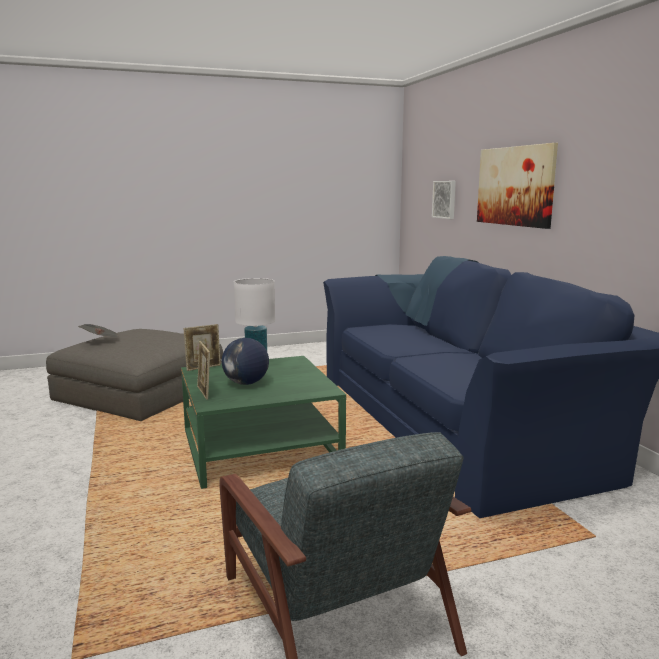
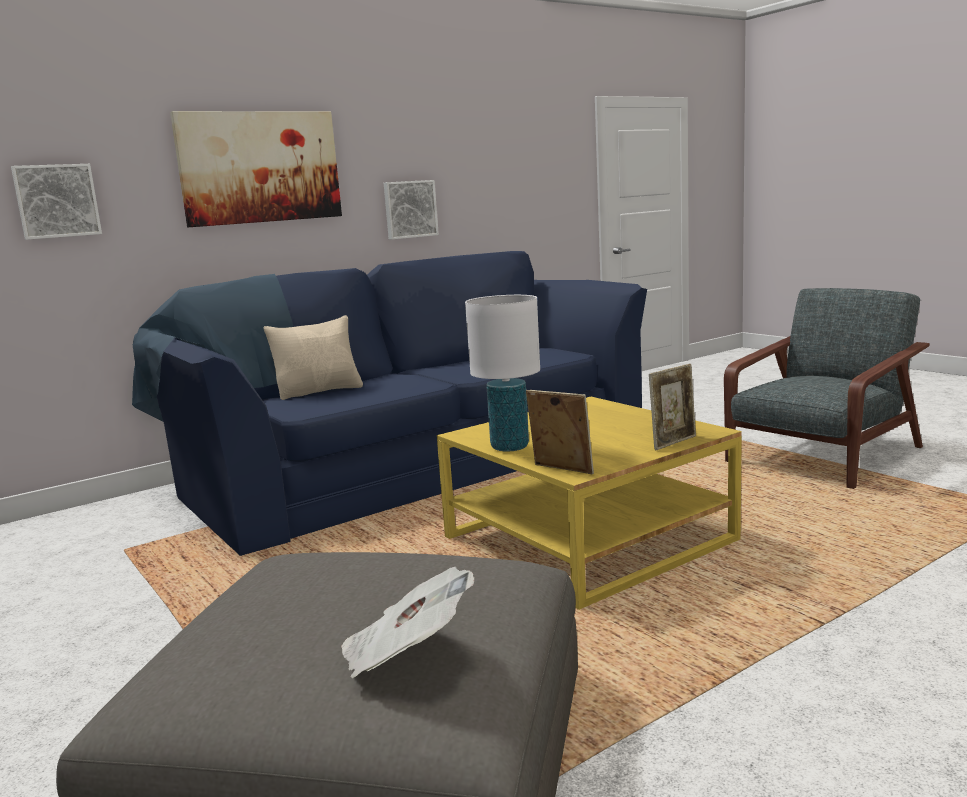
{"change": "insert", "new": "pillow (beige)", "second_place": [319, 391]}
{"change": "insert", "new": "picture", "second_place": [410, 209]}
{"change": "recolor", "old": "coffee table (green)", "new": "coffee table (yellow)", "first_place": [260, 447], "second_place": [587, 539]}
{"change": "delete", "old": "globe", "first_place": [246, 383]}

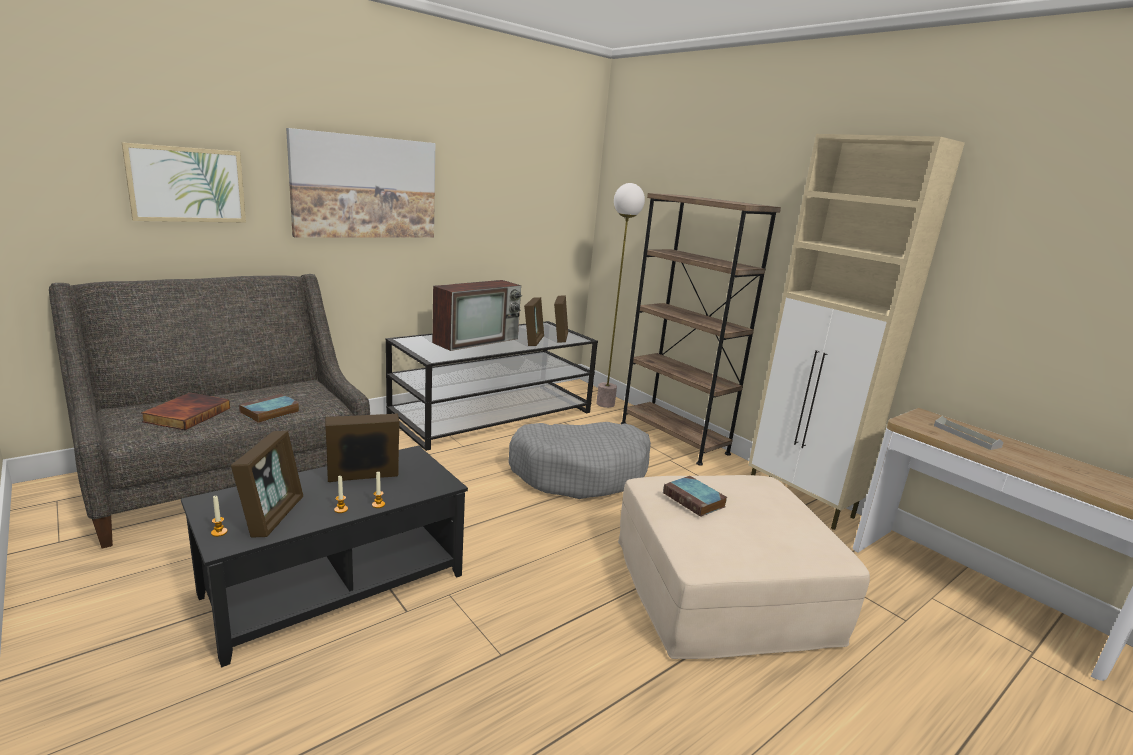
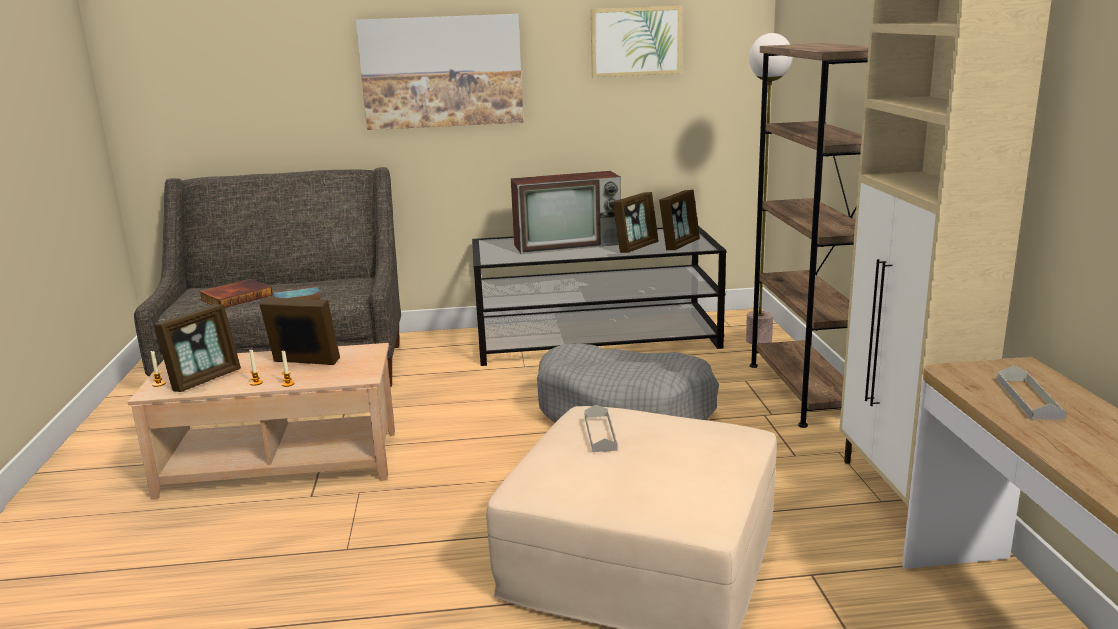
{"change": "recolor", "old": "coffee table (black)", "new": "coffee table (beige)", "first_place": [335, 582], "second_place": [282, 462]}
{"change": "replace", "old": "book", "new": "tray (grey)", "first_place": [695, 500], "second_place": [600, 433]}
{"change": "move", "old": "picture", "first_place": [187, 184], "second_place": [635, 41]}

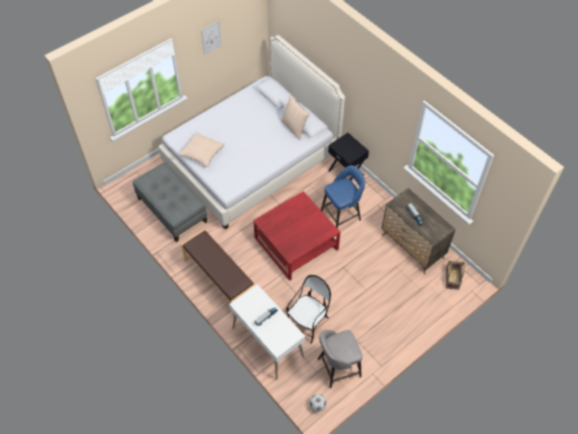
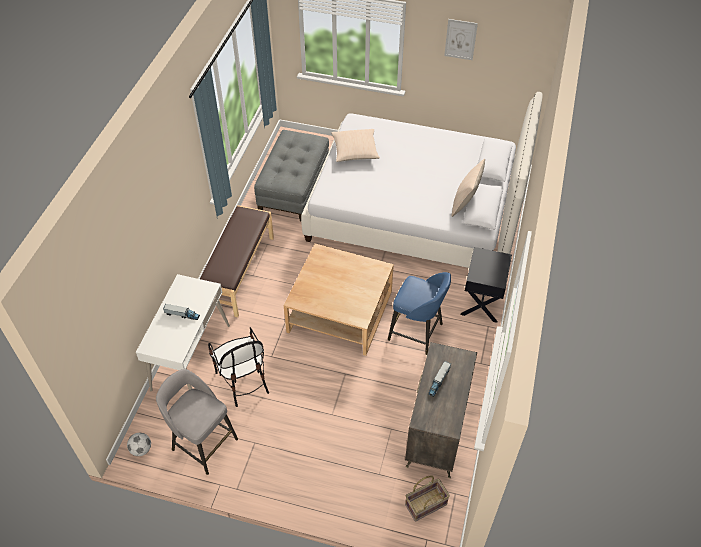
{"change": "rotate", "old": "chair", "first_place": [308, 323], "second_place": [243, 381], "degrees": 60}
{"change": "recolor", "old": "coffee table (red)", "new": "coffee table (beige)", "first_place": [296, 243], "second_place": [340, 311]}

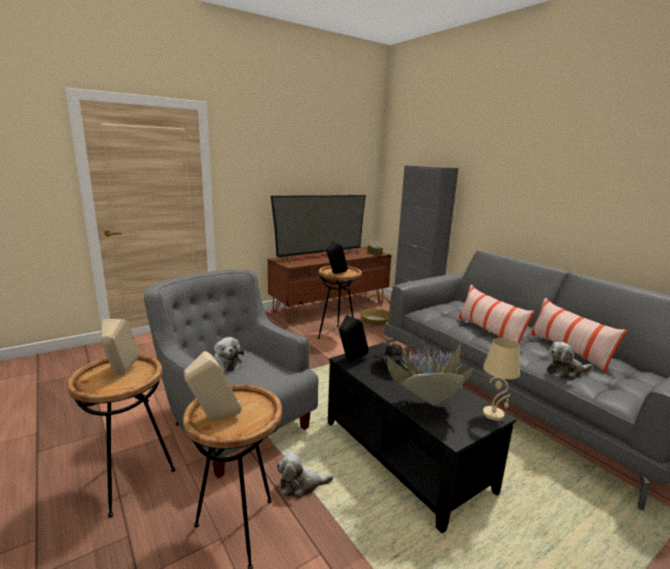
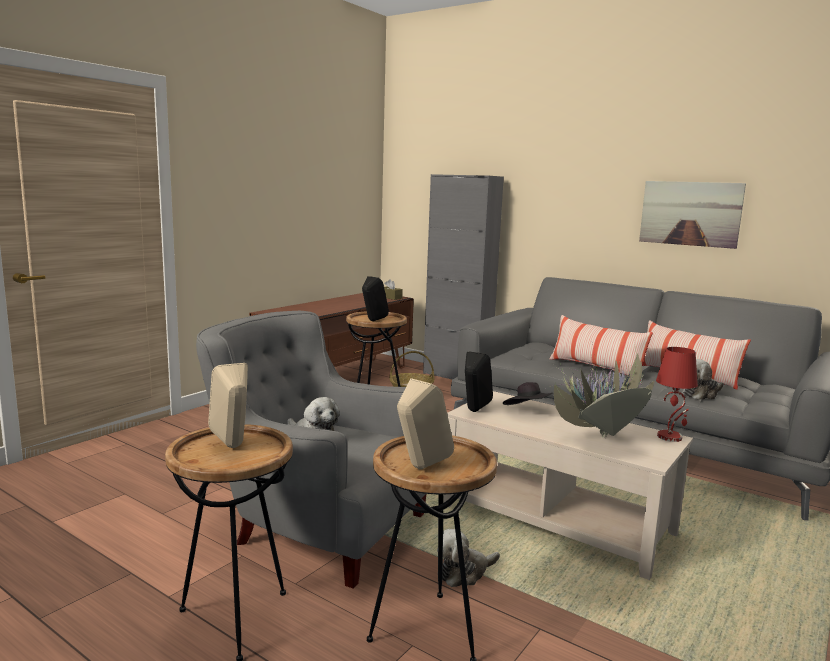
{"change": "recolor", "old": "coffee table (black)", "new": "coffee table (beige)", "first_place": [404, 455], "second_place": [557, 520]}
{"change": "insert", "new": "picture", "second_place": [690, 213]}
{"change": "recolor", "old": "table lamp (beige)", "new": "table lamp (red)", "first_place": [494, 414], "second_place": [670, 437]}
{"change": "delete", "old": "television", "first_place": [320, 255]}

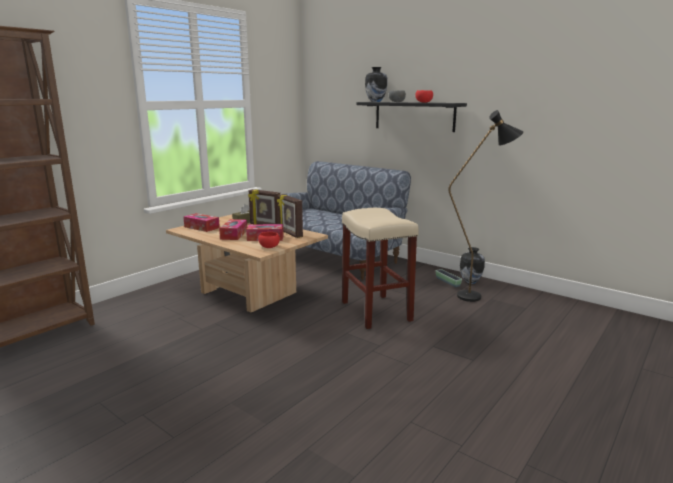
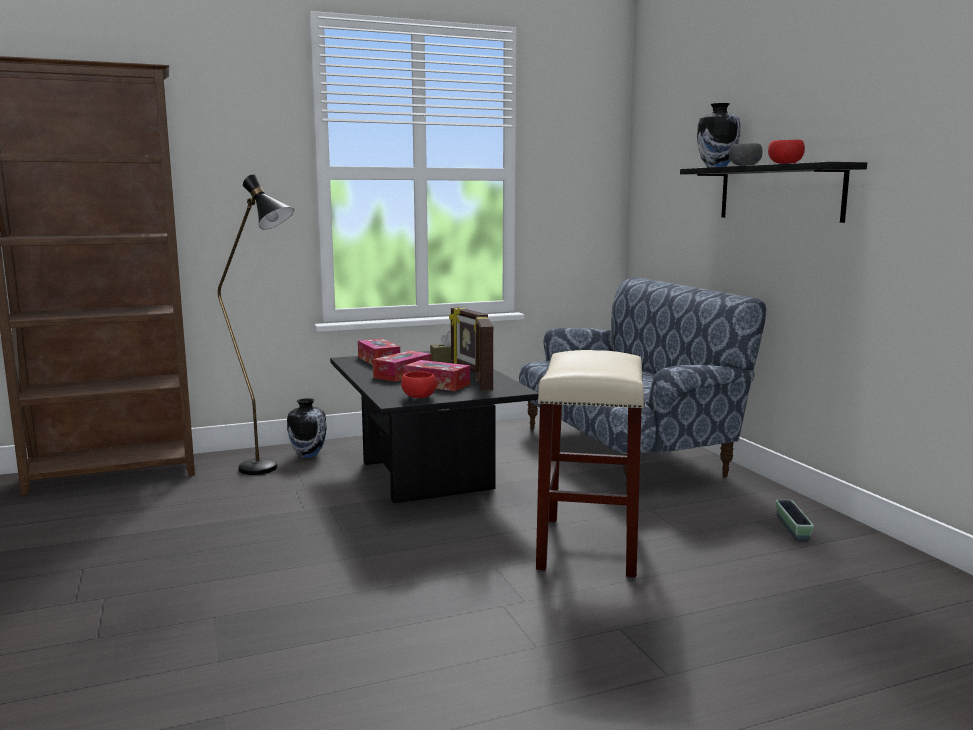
{"change": "move", "old": "floor lamp (black)", "first_place": [478, 296], "second_place": [269, 470]}
{"change": "move", "old": "vase", "first_place": [470, 282], "second_place": [308, 455]}
{"change": "recolor", "old": "coffee table (beige)", "new": "coffee table (black)", "first_place": [248, 292], "second_place": [426, 475]}

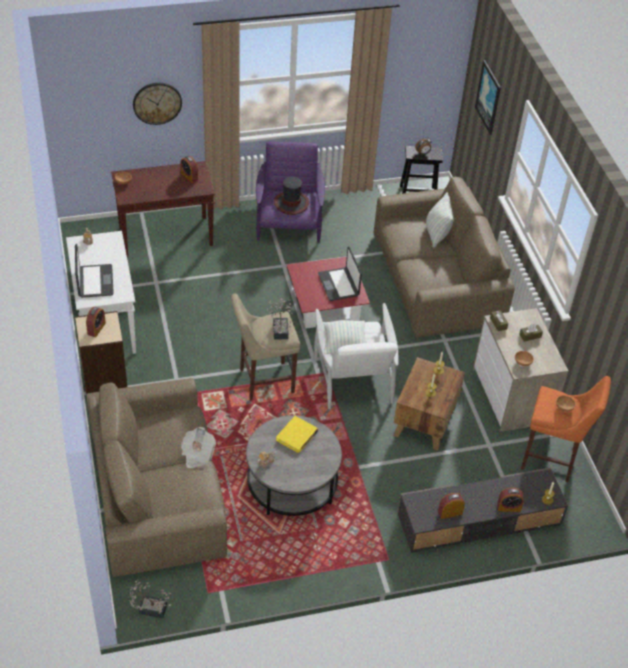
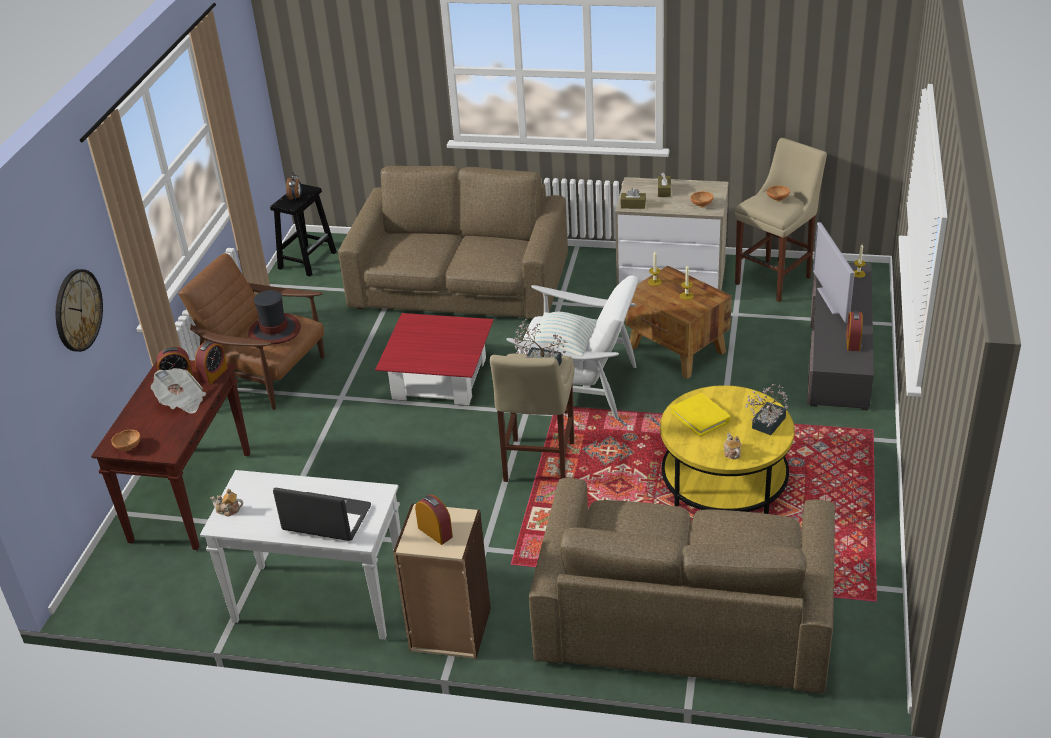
{"change": "move", "old": "newspaper", "first_place": [197, 454], "second_place": [181, 401]}
{"change": "recolor", "old": "armchair (purple)", "new": "armchair (brown)", "first_place": [289, 223], "second_place": [266, 374]}
{"change": "move", "old": "alarm clock", "first_place": [508, 507], "second_place": [213, 374]}
{"change": "recolor", "old": "coffee table (grey)", "new": "coffee table (yellow)", "first_place": [292, 483], "second_place": [724, 480]}
{"change": "recolor", "old": "stool (orange)", "new": "stool (beige)", "first_place": [551, 460], "second_place": [776, 279]}
{"change": "move", "old": "potted plant", "first_place": [149, 608], "second_place": [766, 425]}
{"change": "insert", "new": "television", "second_place": [833, 300]}
{"change": "delete", "old": "laptop", "first_place": [339, 284]}
{"change": "delete", "old": "pillow", "first_place": [437, 234]}
{"change": "delete", "old": "picture", "first_place": [489, 97]}

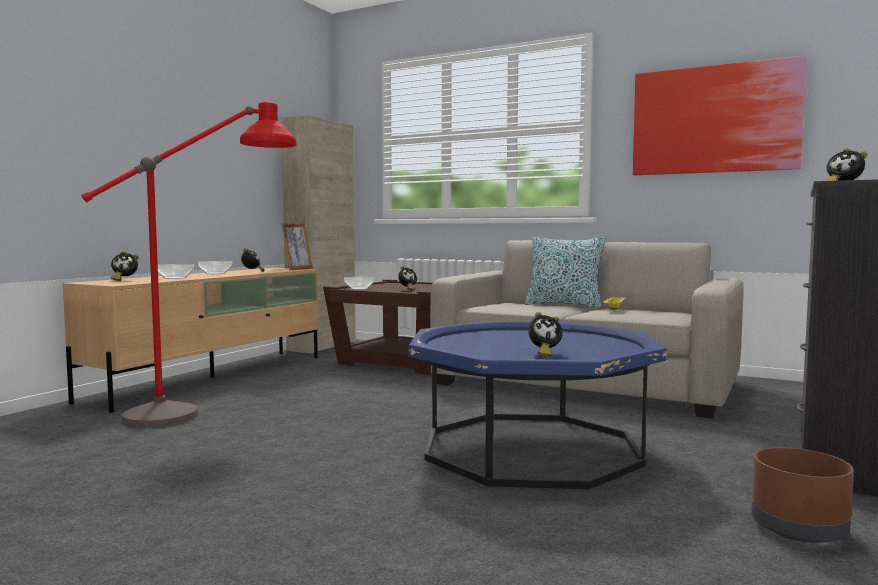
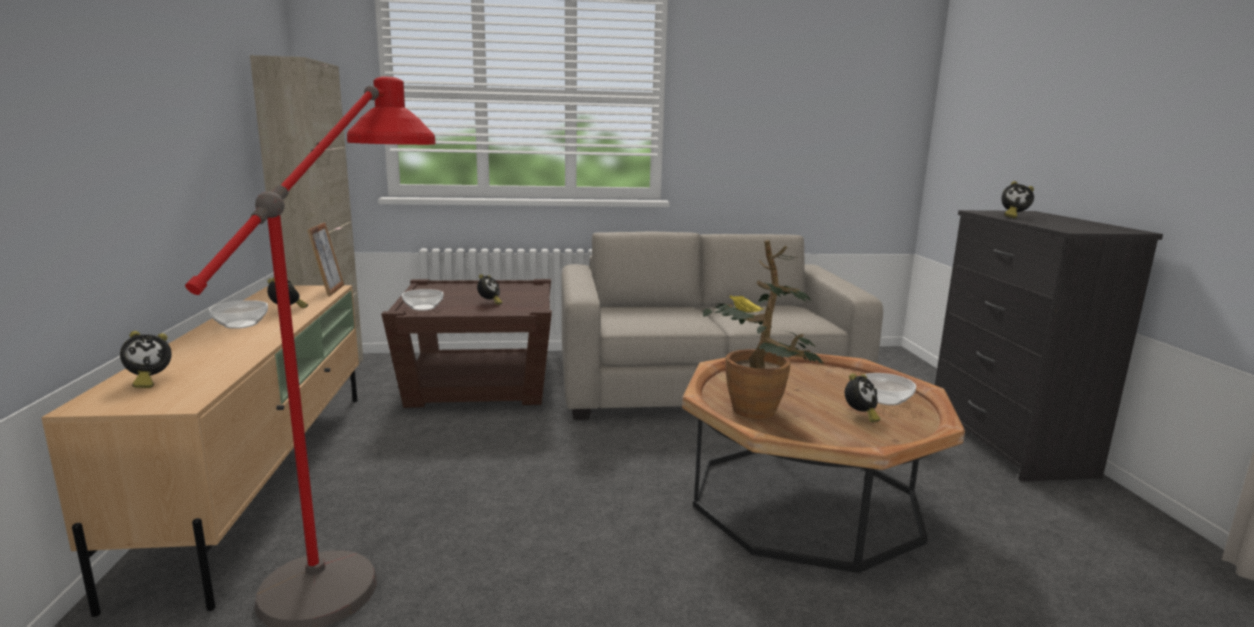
{"change": "recolor", "old": "coffee table (blue)", "new": "coffee table (brown)", "first_place": [531, 448], "second_place": [805, 500]}
{"change": "insert", "new": "potted plant", "second_place": [757, 415]}
{"change": "move", "old": "bowl", "first_place": [175, 278], "second_place": [886, 400]}
{"change": "delete", "old": "pillow", "first_place": [564, 305]}
{"change": "delete", "old": "picture", "first_place": [714, 119]}
{"change": "delete", "old": "planter (brown)", "first_place": [799, 530]}

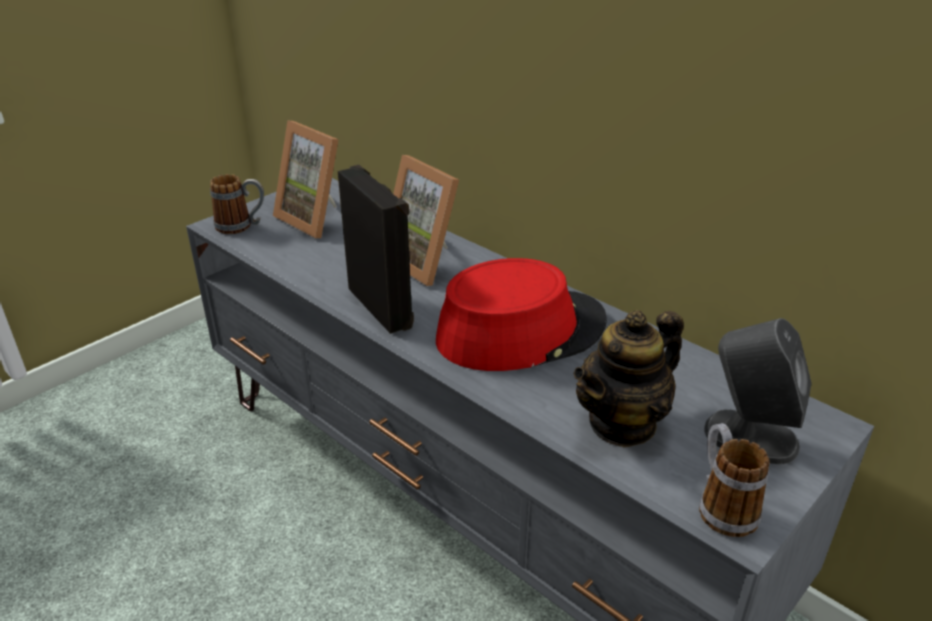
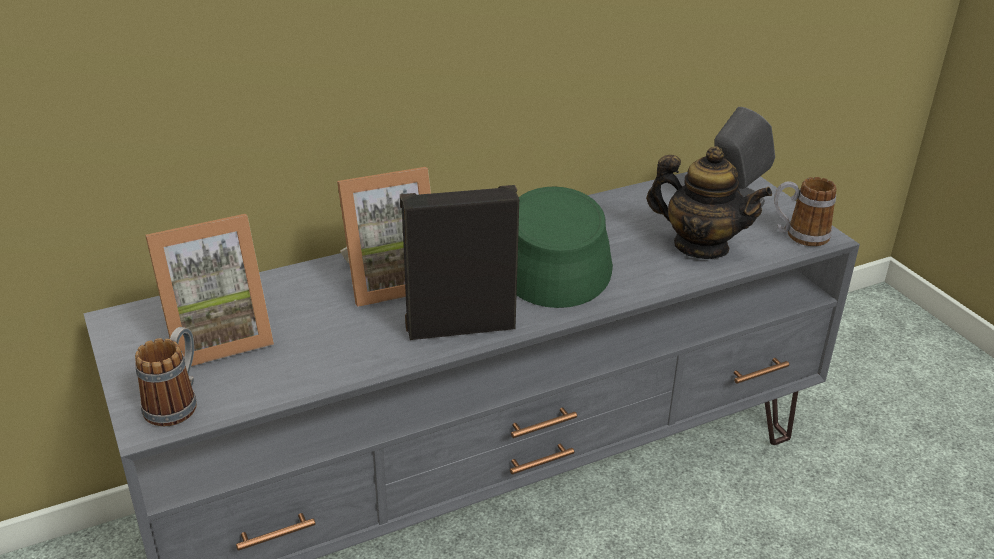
{"change": "recolor", "old": "hat (red)", "new": "hat (green)", "first_place": [520, 331], "second_place": [552, 258]}
{"change": "rotate", "old": "teapot", "first_place": [622, 423], "second_place": [700, 246], "degrees": -45}

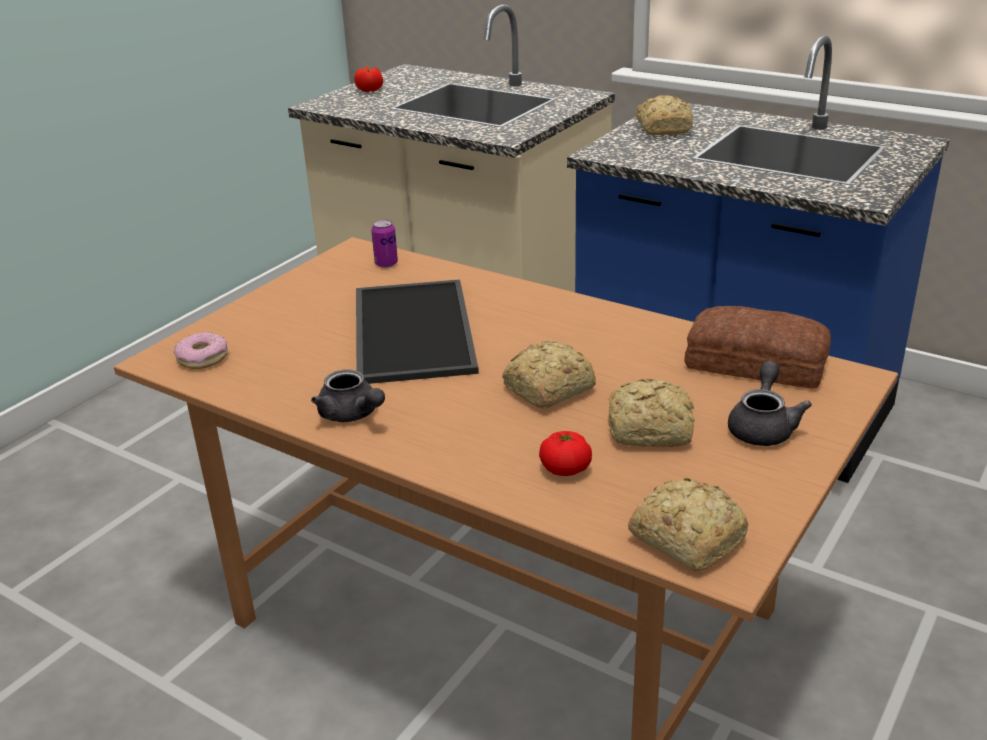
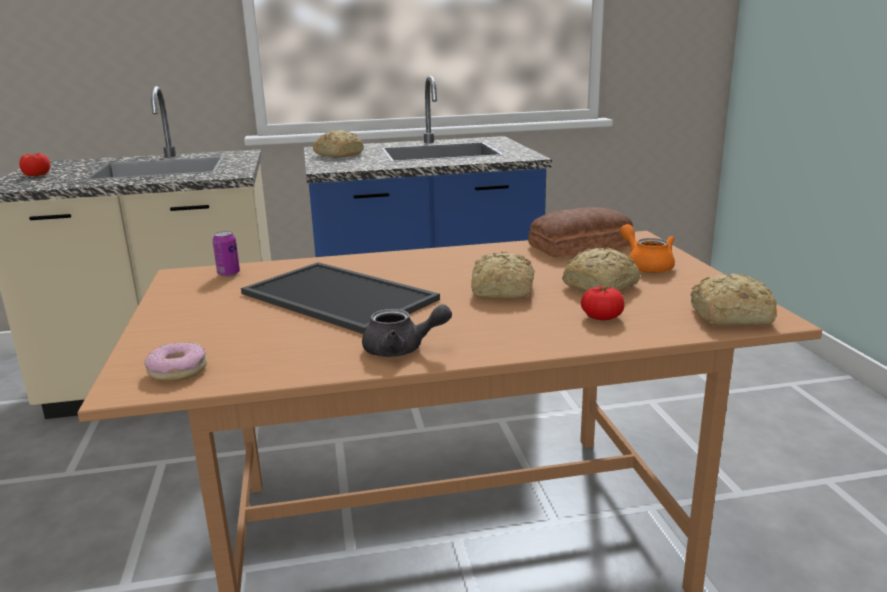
{"change": "recolor", "old": "teapot (grey)", "new": "teapot (orange)", "first_place": [763, 426], "second_place": [646, 266]}

